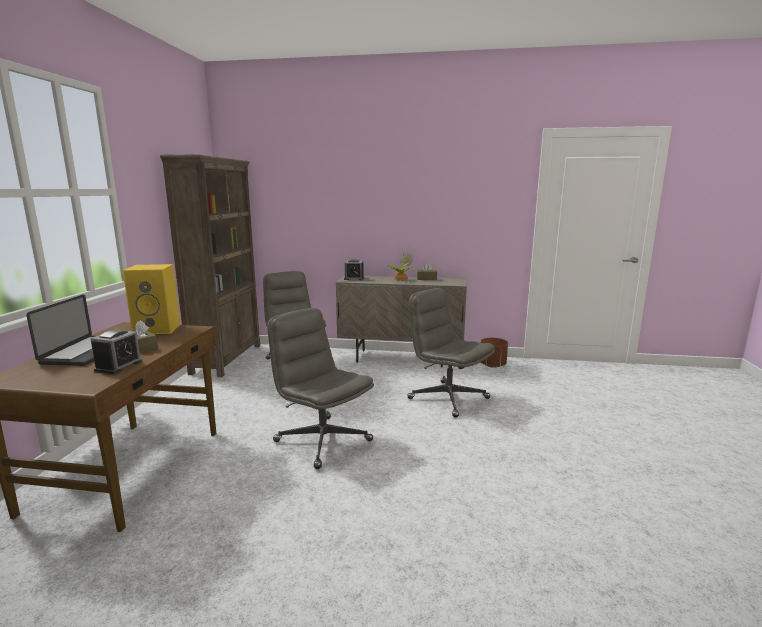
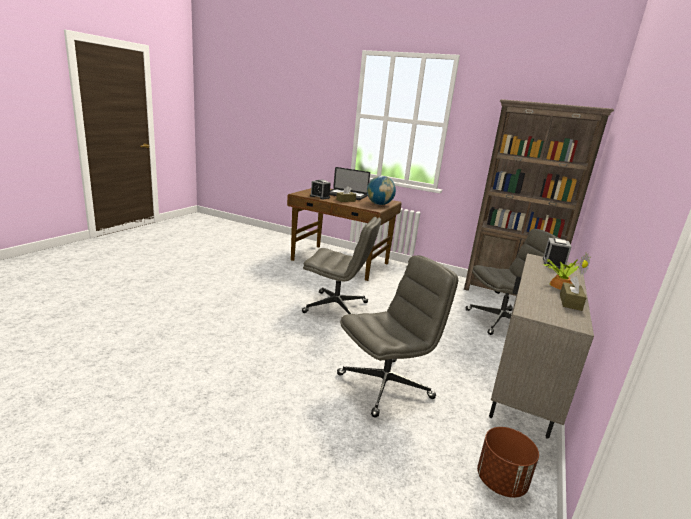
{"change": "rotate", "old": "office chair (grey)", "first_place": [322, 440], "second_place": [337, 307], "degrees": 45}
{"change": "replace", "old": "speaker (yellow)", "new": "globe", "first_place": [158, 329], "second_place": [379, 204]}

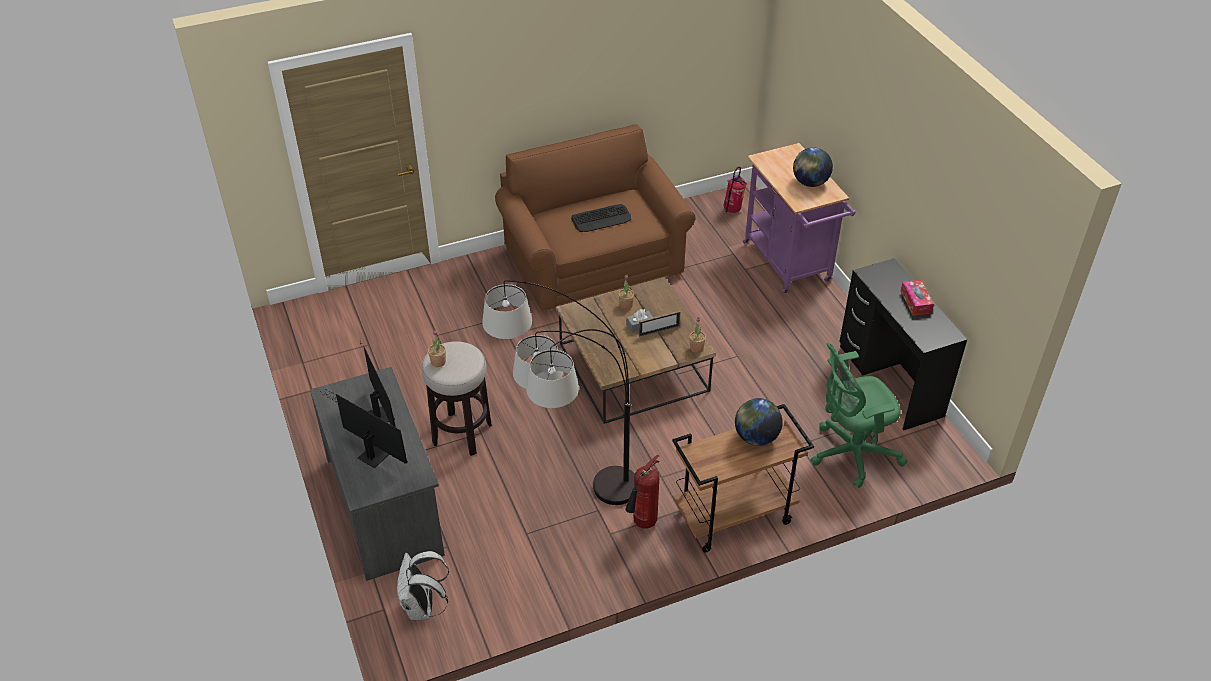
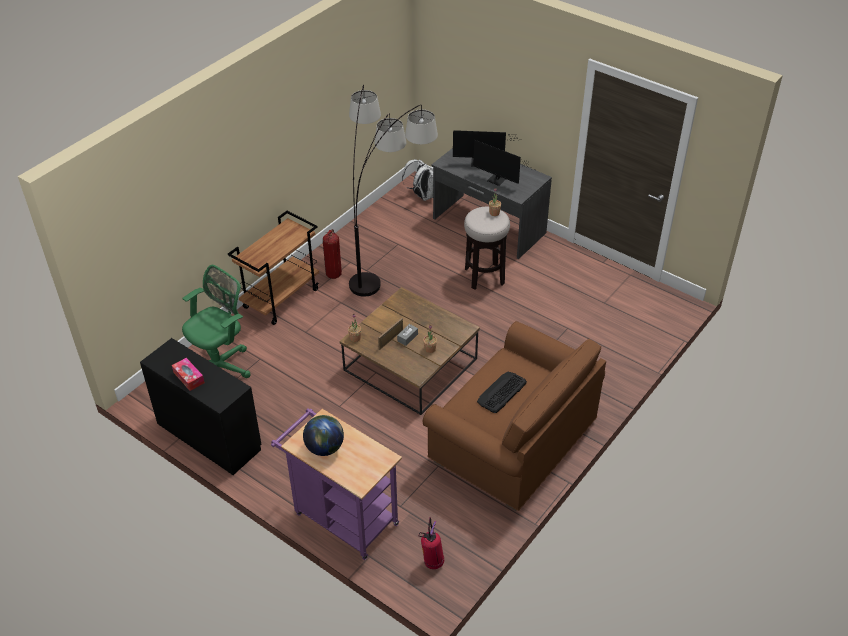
{"change": "delete", "old": "globe", "first_place": [756, 437]}

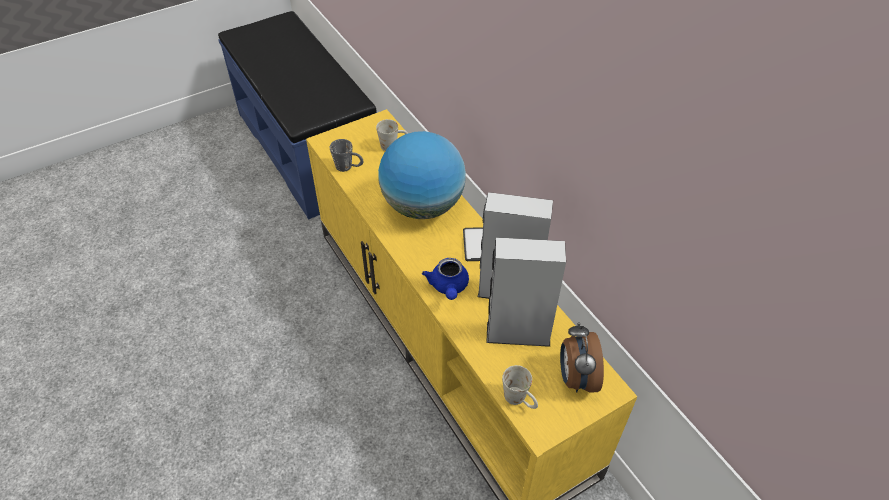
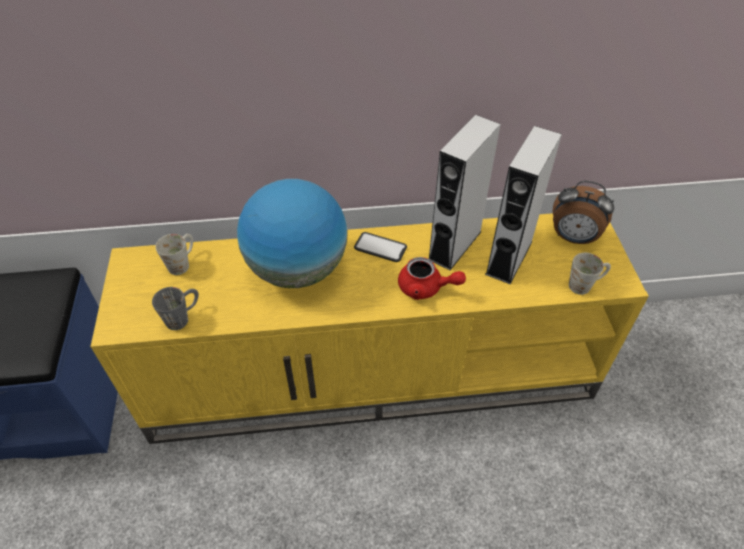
{"change": "recolor", "old": "teapot (blue)", "new": "teapot (red)", "first_place": [448, 287], "second_place": [426, 288]}

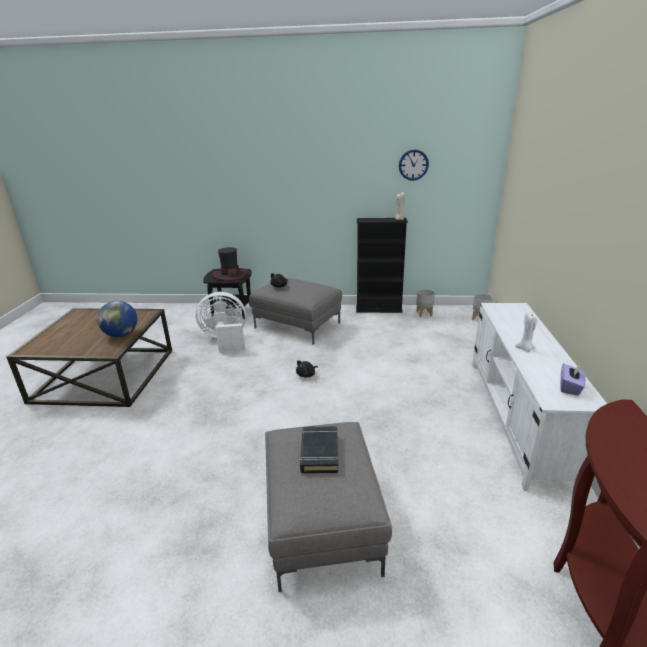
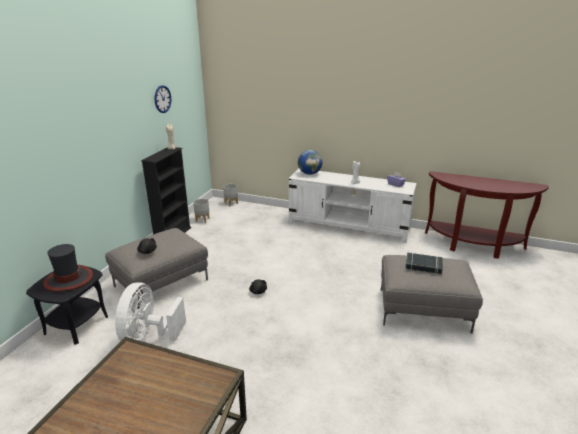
{"change": "move", "old": "globe", "first_place": [121, 335], "second_place": [309, 173]}

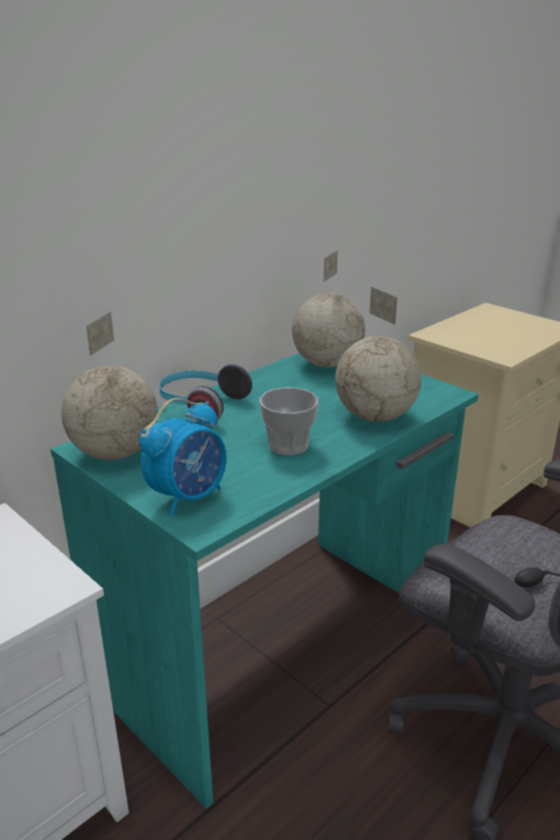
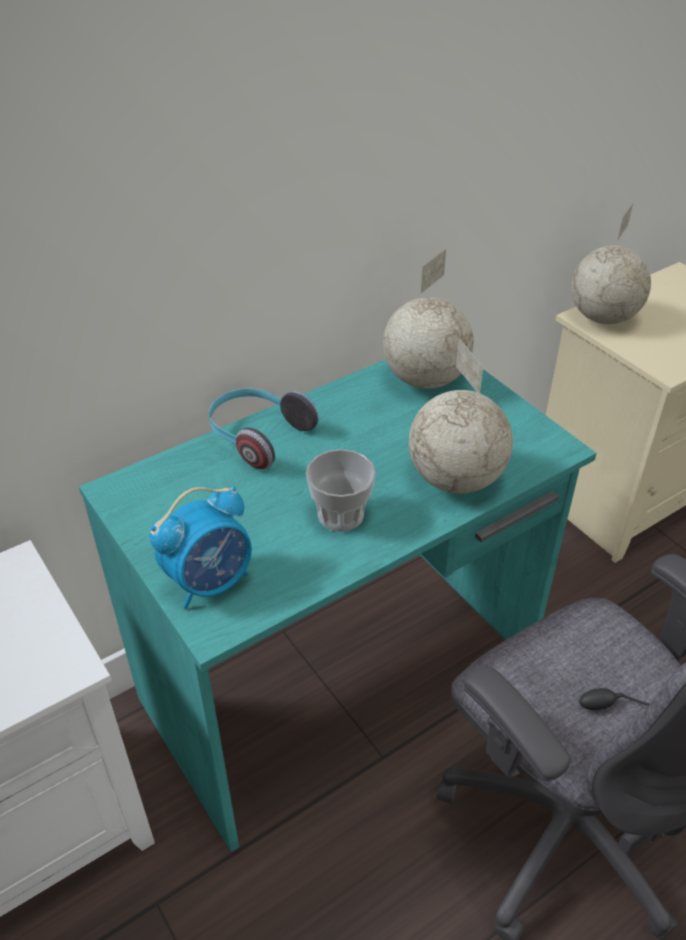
{"change": "move", "old": "globe", "first_place": [116, 453], "second_place": [603, 317]}

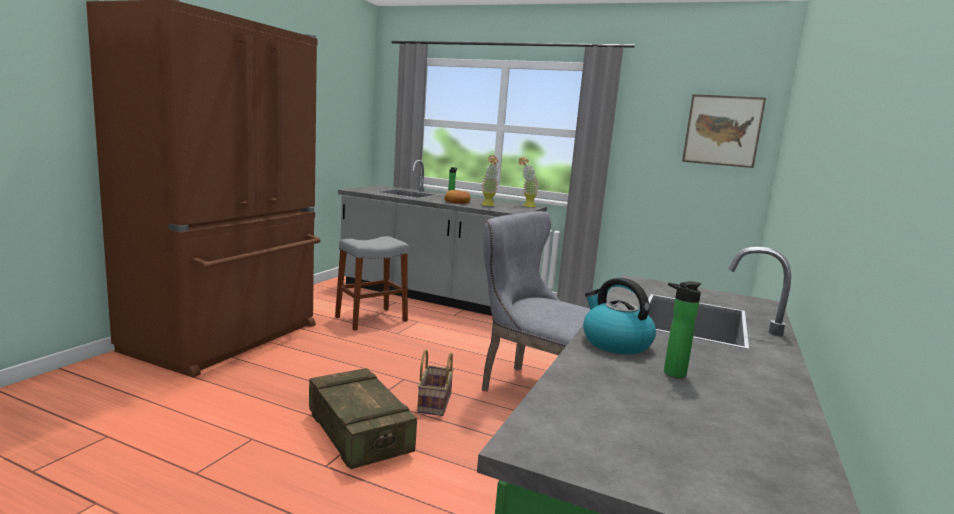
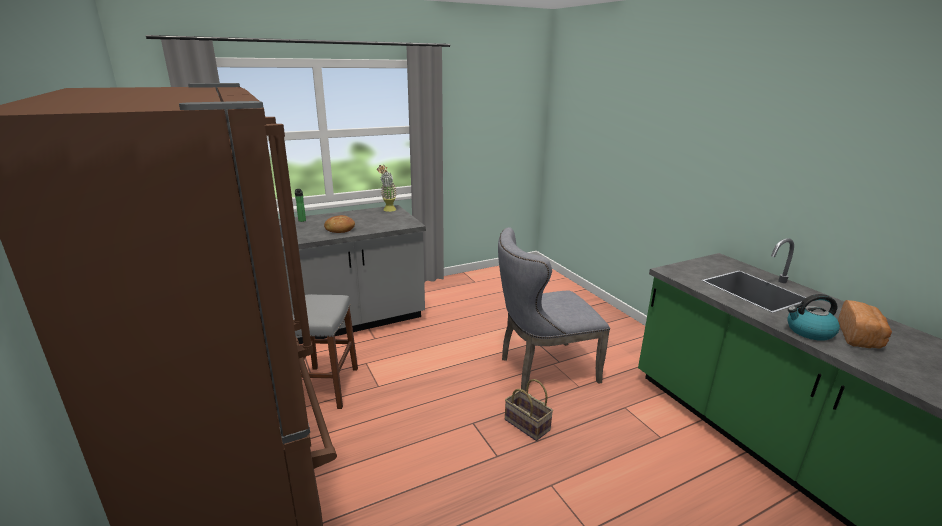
{"change": "replace", "old": "bottle", "new": "bread", "first_place": [671, 373], "second_place": [860, 337]}
{"change": "delete", "old": "crate", "first_place": [359, 434]}
{"change": "delete", "old": "potted plant", "first_place": [488, 205]}
{"change": "delete", "old": "picture", "first_place": [722, 130]}

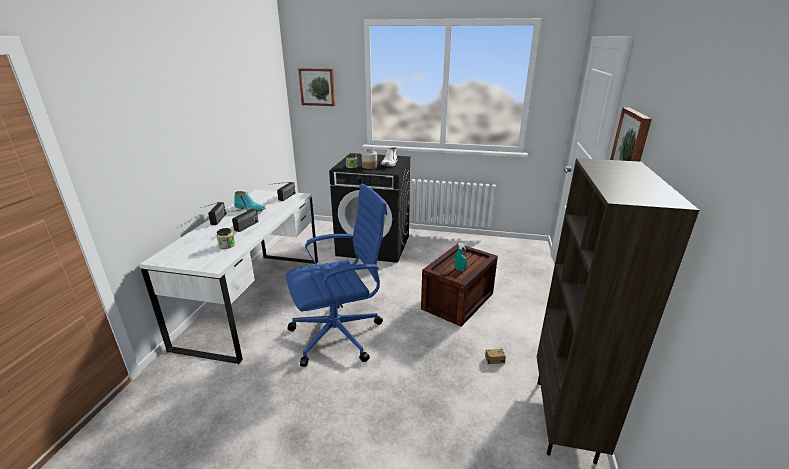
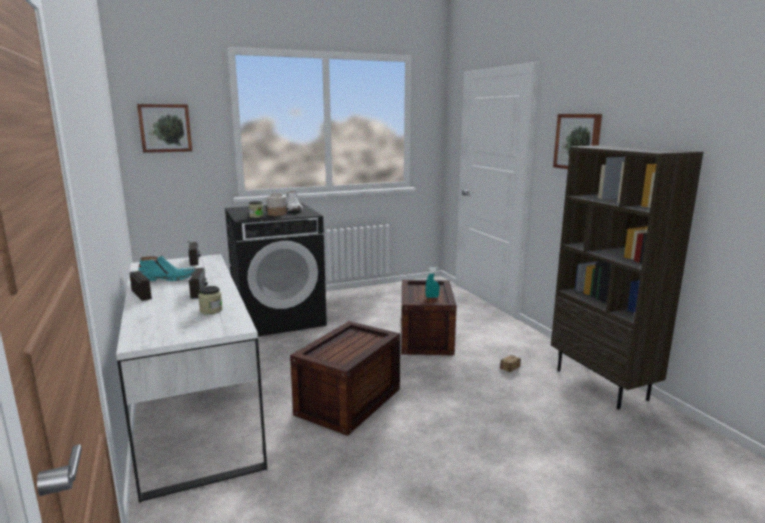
{"change": "replace", "old": "office chair (blue)", "new": "crate", "first_place": [339, 335], "second_place": [349, 401]}

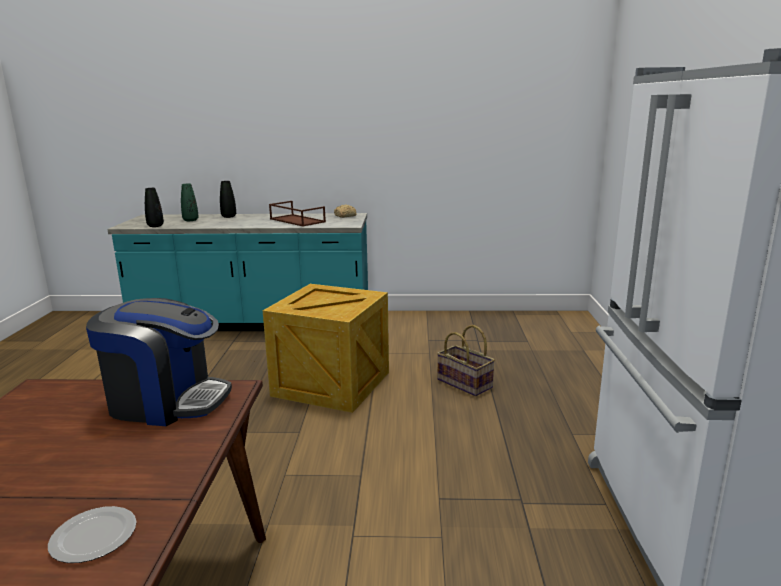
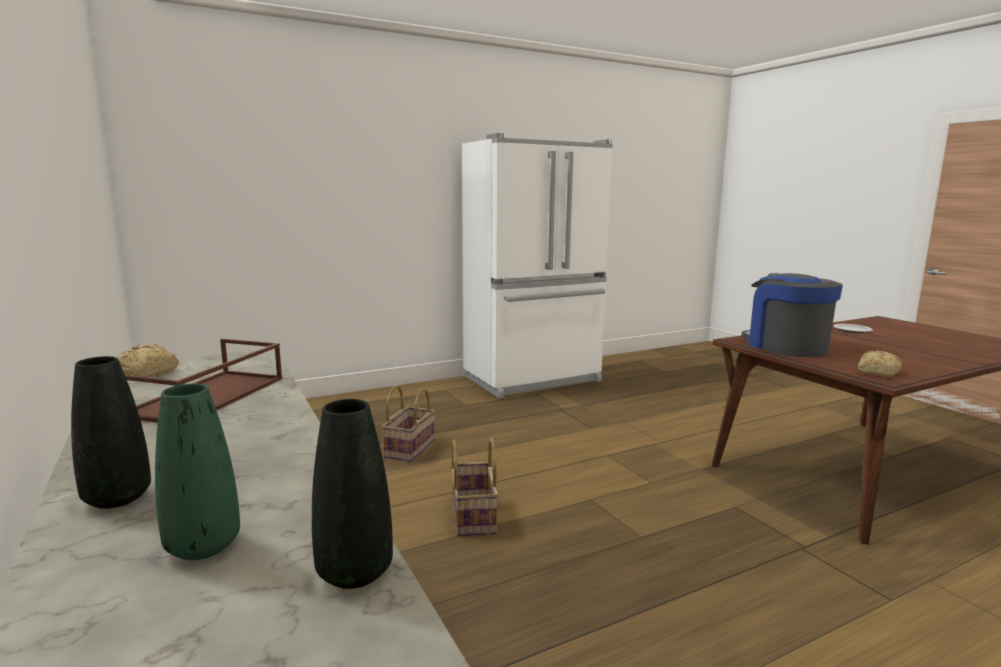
{"change": "replace", "old": "crate", "new": "basket", "first_place": [333, 383], "second_place": [472, 516]}
{"change": "insert", "new": "bread", "second_place": [878, 372]}

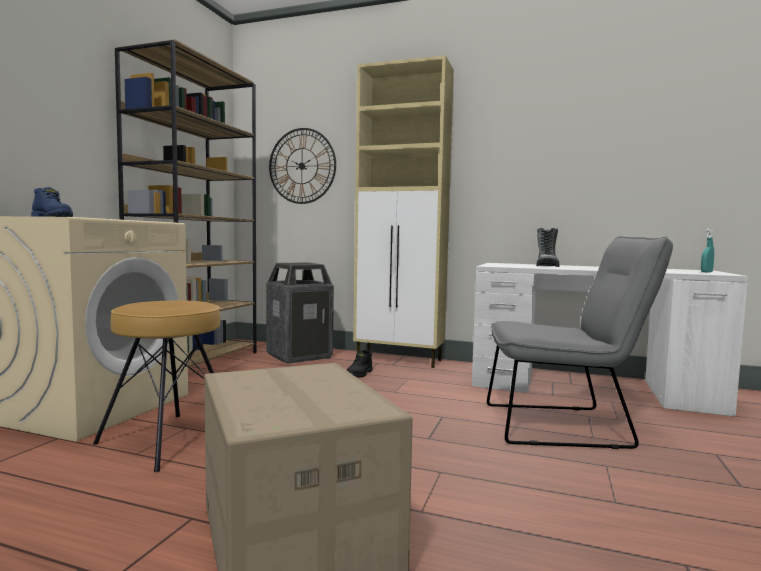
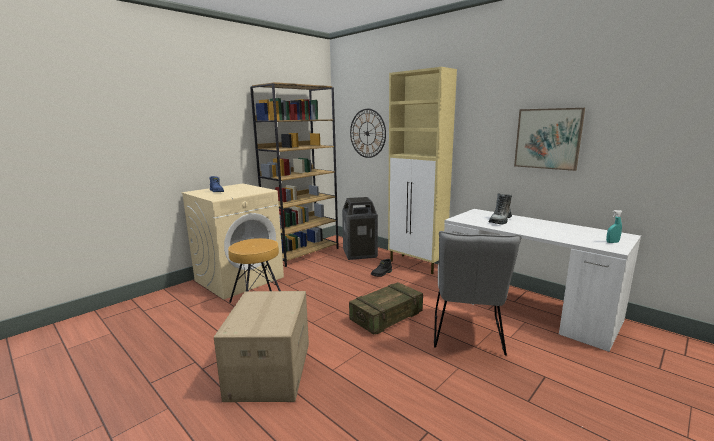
{"change": "insert", "new": "crate", "second_place": [386, 317]}
{"change": "rotate", "old": "chair (grey)", "first_place": [566, 426], "second_place": [467, 335], "degrees": 75}
{"change": "insert", "new": "picture", "second_place": [548, 138]}

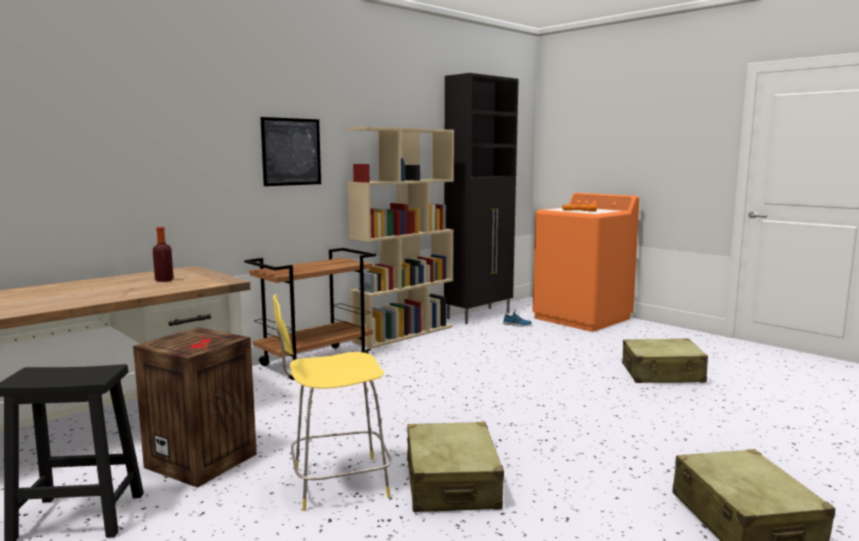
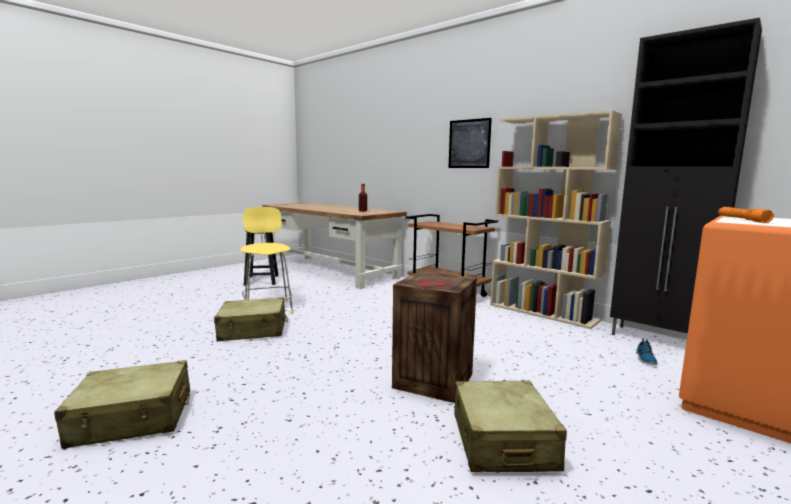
{"change": "move", "old": "crate", "first_place": [203, 460], "second_place": [434, 381]}

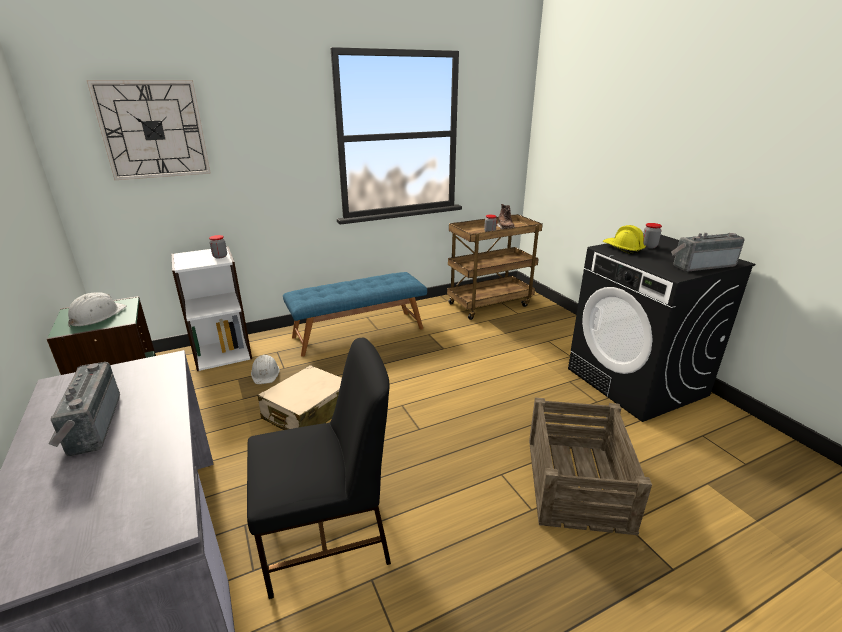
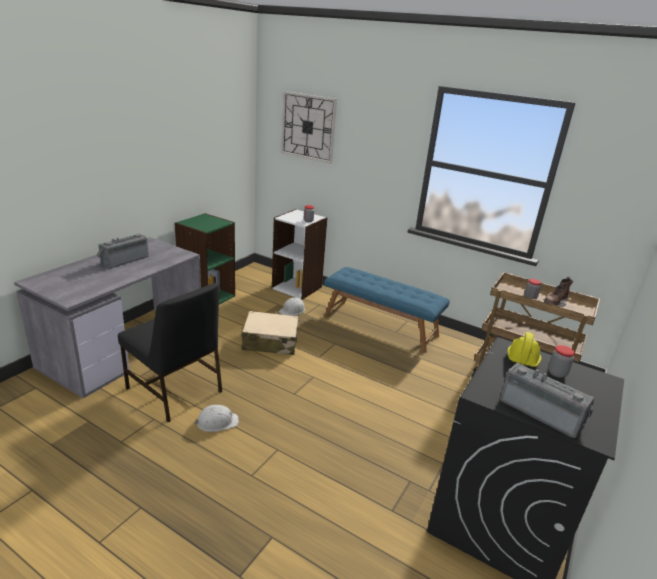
{"change": "move", "old": "hard hat (white)", "first_place": [96, 316], "second_place": [217, 422]}
{"change": "delete", "old": "crate", "first_place": [576, 483]}

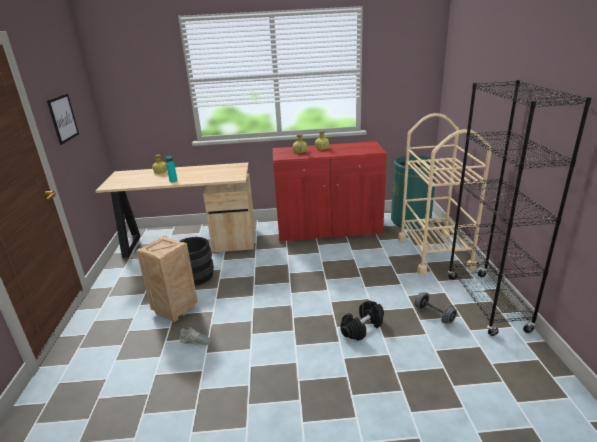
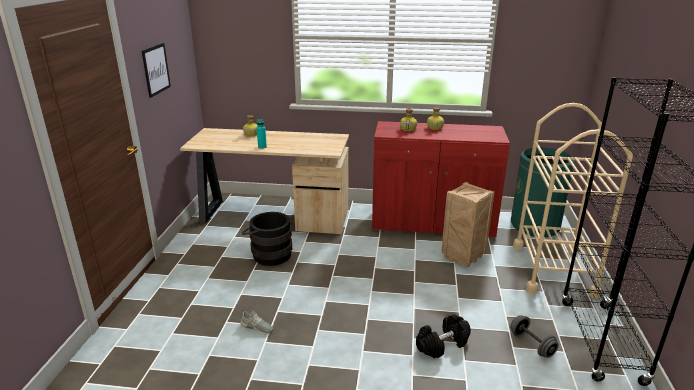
{"change": "move", "old": "crate", "first_place": [175, 309], "second_place": [463, 256]}

